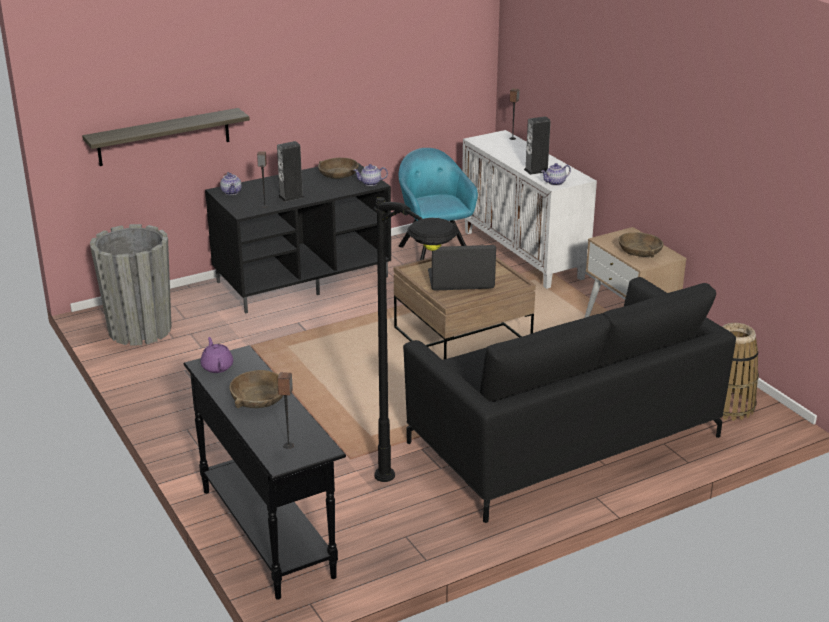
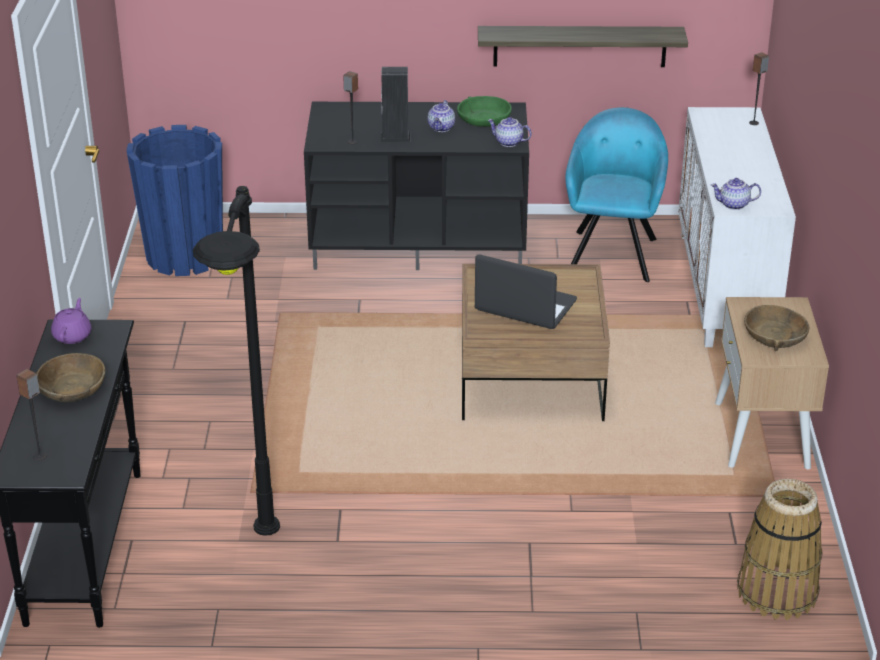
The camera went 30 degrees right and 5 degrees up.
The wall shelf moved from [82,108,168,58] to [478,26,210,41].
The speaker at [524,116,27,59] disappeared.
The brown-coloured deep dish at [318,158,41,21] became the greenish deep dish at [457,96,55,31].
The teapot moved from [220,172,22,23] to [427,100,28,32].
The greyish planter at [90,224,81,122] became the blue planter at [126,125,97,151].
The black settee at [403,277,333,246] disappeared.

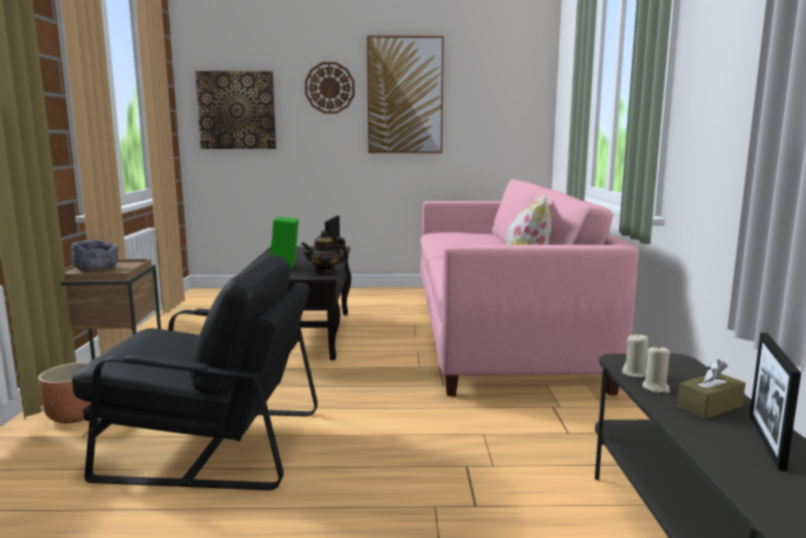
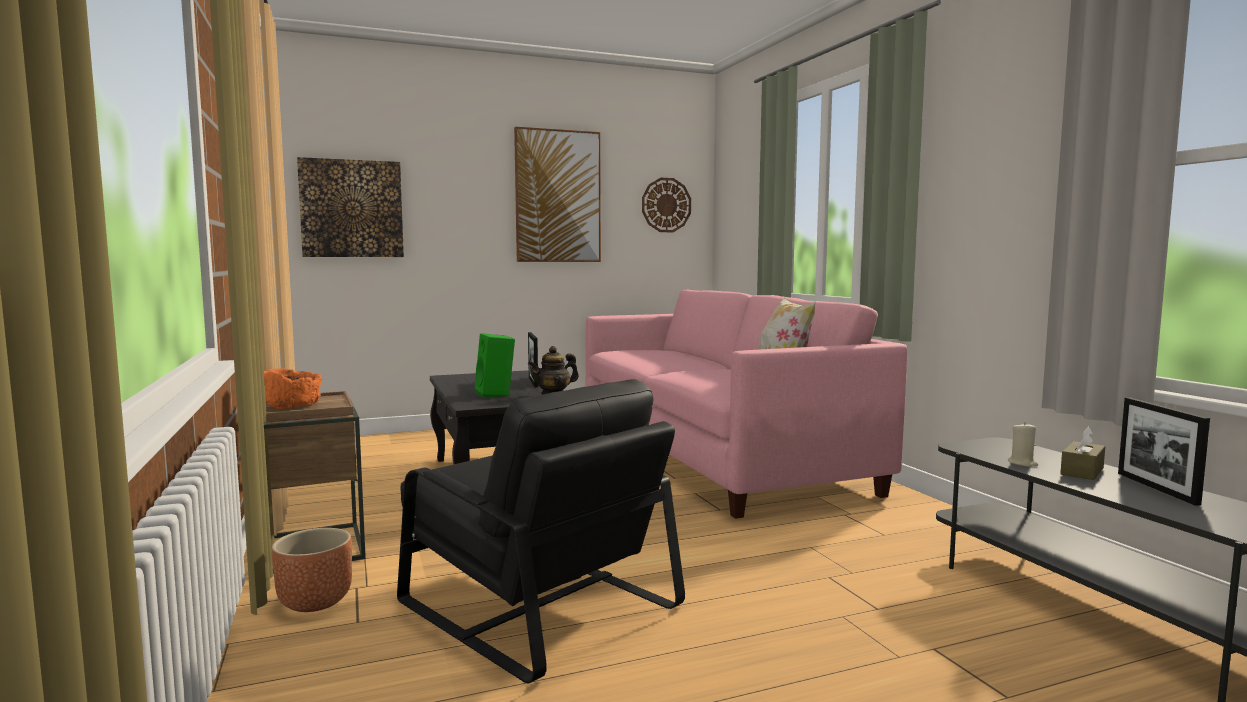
The camera went 20 degrees left and 5 degrees down.
The clock on the wall moved from [305,62,50,52] to [642,178,49,54].
The greyish deep dish at [70,240,48,31] became the orangey deep dish at [264,368,58,41].
The black armchair at [72,254,246,236] turned 60 degrees clockwise.
The beige-coloured wax light at [622,333,26,45] disappeared.

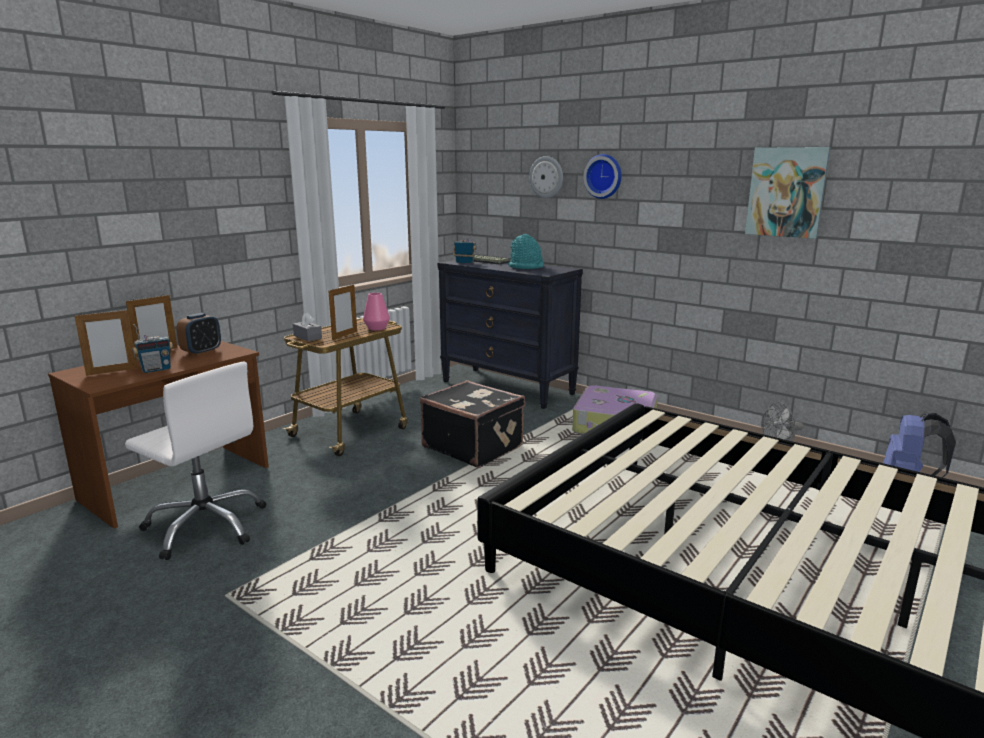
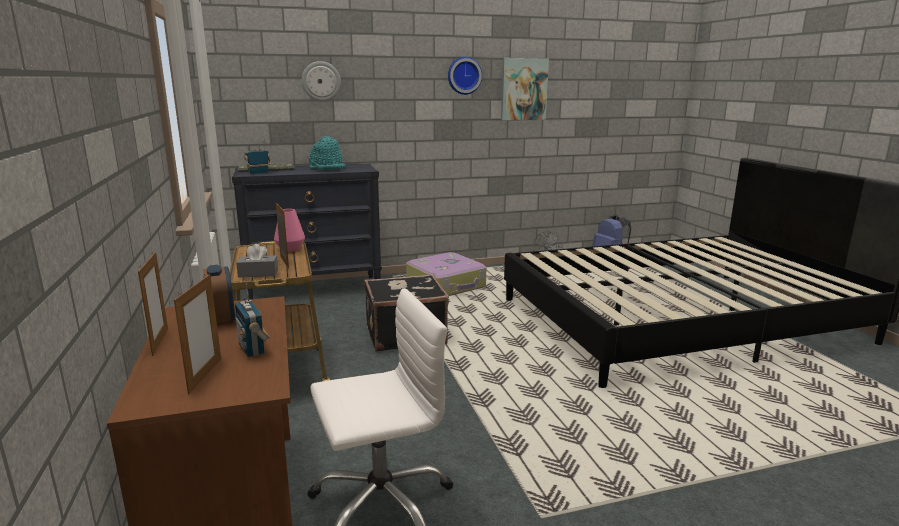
The camera went 55 degrees left and 0 degrees up.
The clock on the wall moved from [583,154,39,45] to [448,57,34,38].
The radio set at [132,324,41,49] turned 150 degrees clockwise.

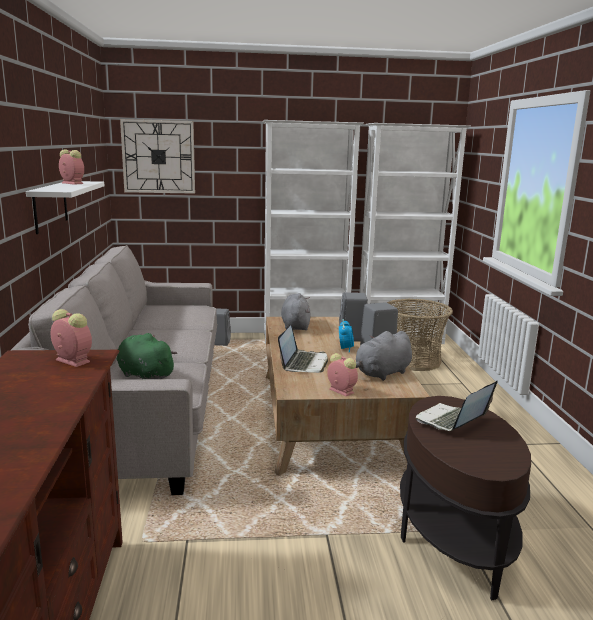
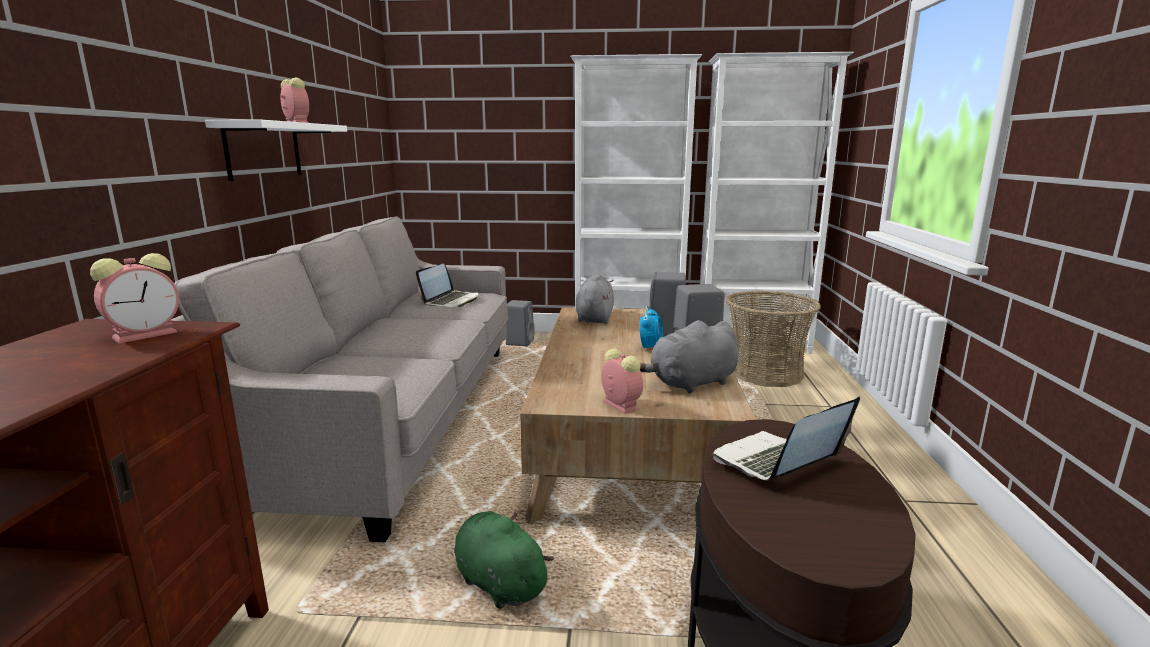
The camera went 10 degrees right and 0 degrees up.
The clock on the wall at [120,119,75,75] disappeared.
The alarm clock at [51,309,41,58] turned 90 degrees clockwise.
The laptop moved from [278,325,50,48] to [416,264,63,43].
The greenish plush toy moved from [117,333,60,46] to [454,511,100,98].

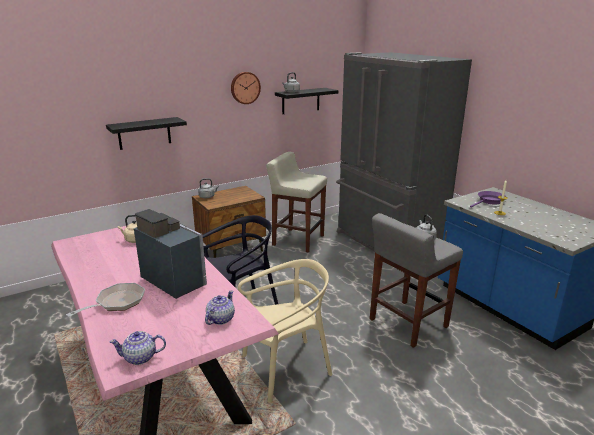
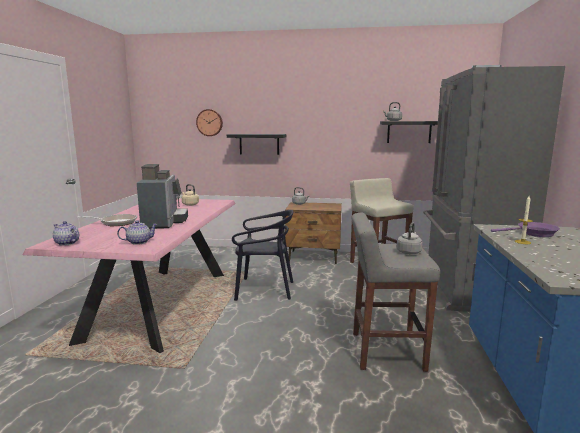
The camera went 40 degrees right and 10 degrees down.
The clock on the wall moved from [231,72,30,32] to [196,109,27,27].
The beige-coloured chair at [238,259,94,144] disappeared.

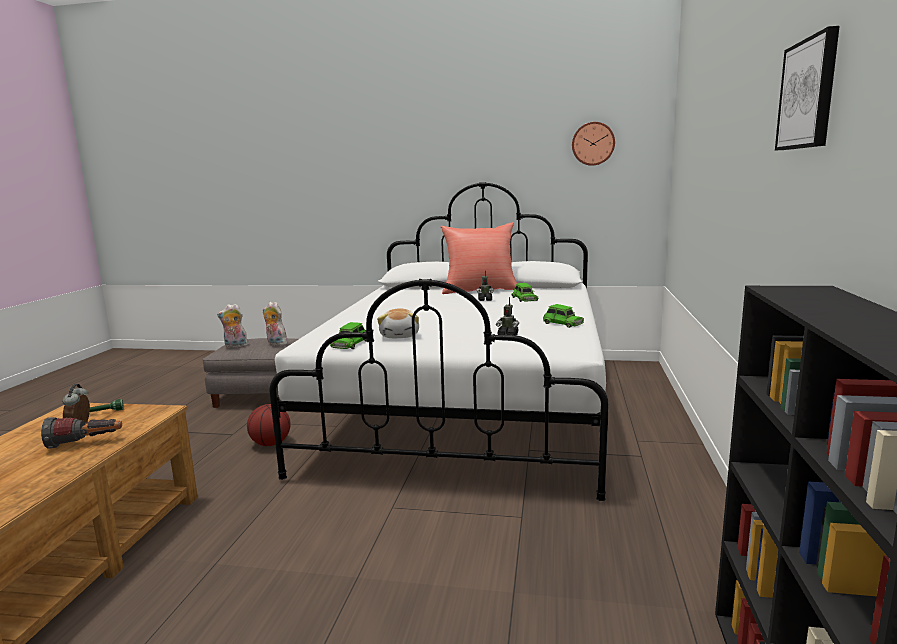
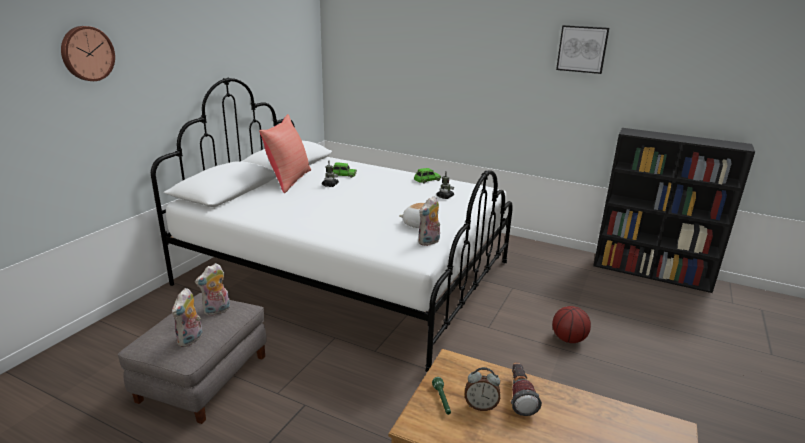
The camera went 75 degrees left and 10 degrees up.
The clock on the wall moved from [572,122,43,44] to [61,26,54,55].
The greenish toy car at [330,322,37,27] was replaced by the plush toy at [418,196,22,50].
The basketball moved from [247,404,44,42] to [552,306,39,37].

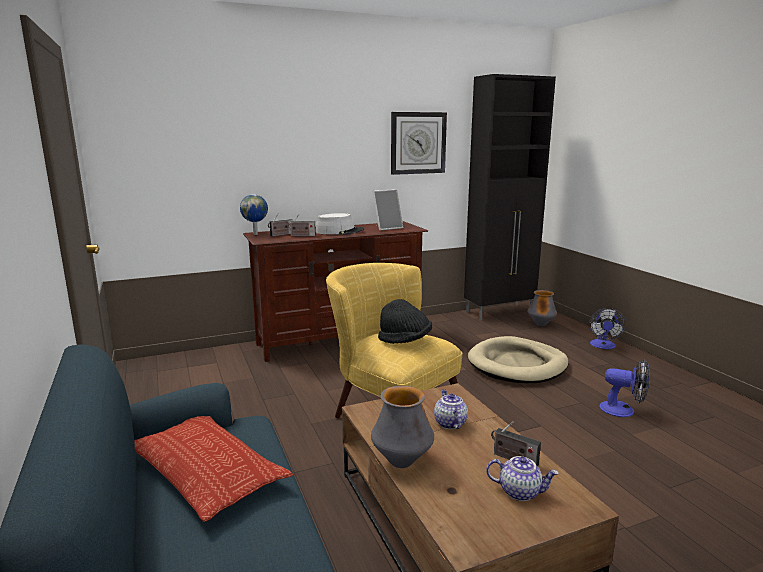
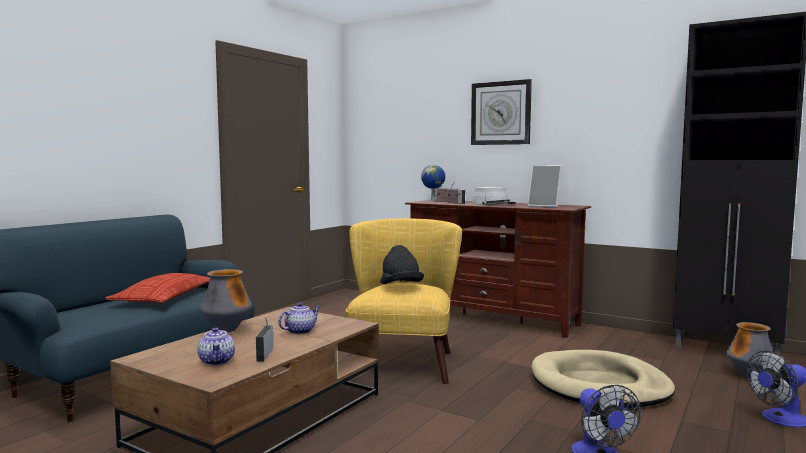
The camera went 55 degrees right and 10 degrees down.
The clock on the wall moved from [391,112,56,63] to [471,79,61,66].

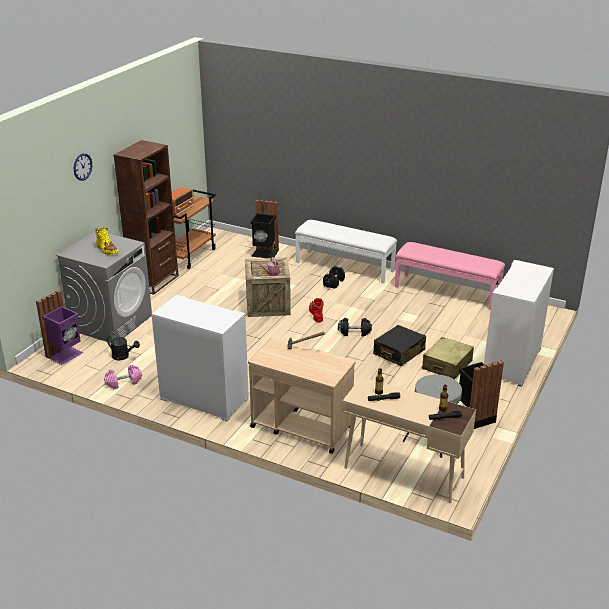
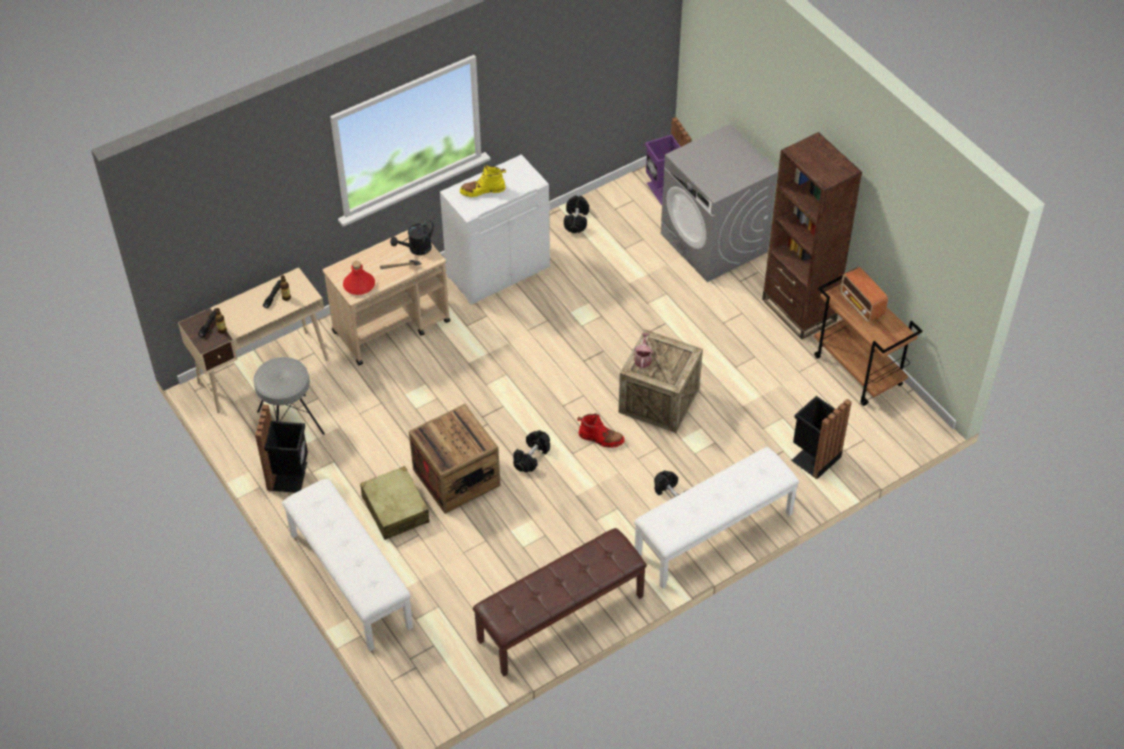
The camera went 120 degrees right and 20 degrees up.
The clock on the wall at [74,153,18,28] disappeared.
The yellow-coloured tall boot moved from [95,228,24,27] to [460,165,46,32].
The pink long seat at [395,242,110,68] became the brown-coloured long seat at [473,528,174,148].
The white-coloured storage cabinet at [484,260,70,127] was replaced by the white-coloured long seat at [282,479,131,172].
The black piece of luggage at [373,325,53,41] was replaced by the shipping crate at [409,404,91,110].
The black watering pot moved from [107,335,33,25] to [390,220,44,35].
The pink hand weight at [104,365,38,24] became the black hand weight at [564,195,25,38].
The red drink bottle at [343,261,32,34] appeared.

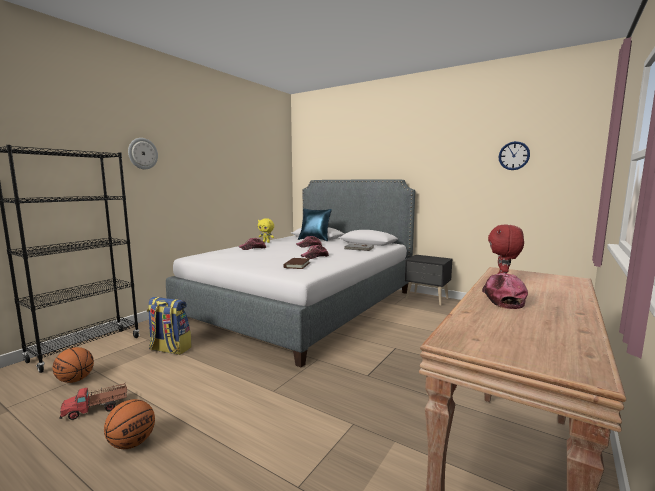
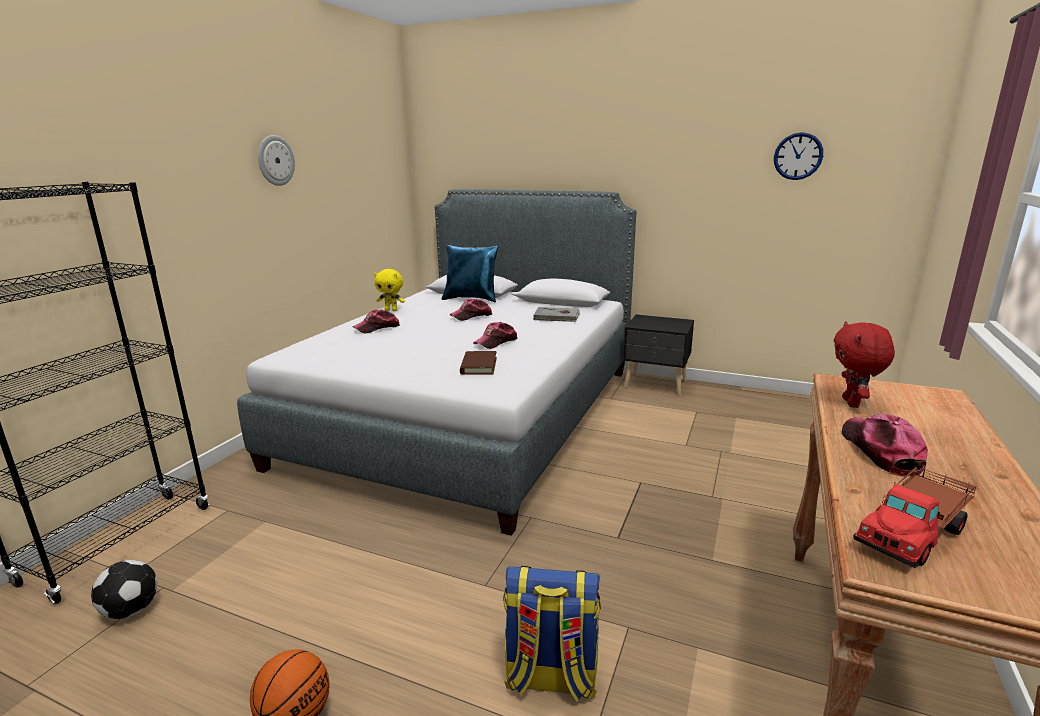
The camera went 10 degrees left and 10 degrees up.
The clock on the wall moved from [128,138,30,31] to [258,135,37,51].
The rucksack moved from [147,297,45,58] to [503,566,98,136].
The basketball at [52,347,42,36] was replaced by the ball for football at [91,560,66,59].
The toy truck moved from [60,383,67,37] to [853,464,124,104].

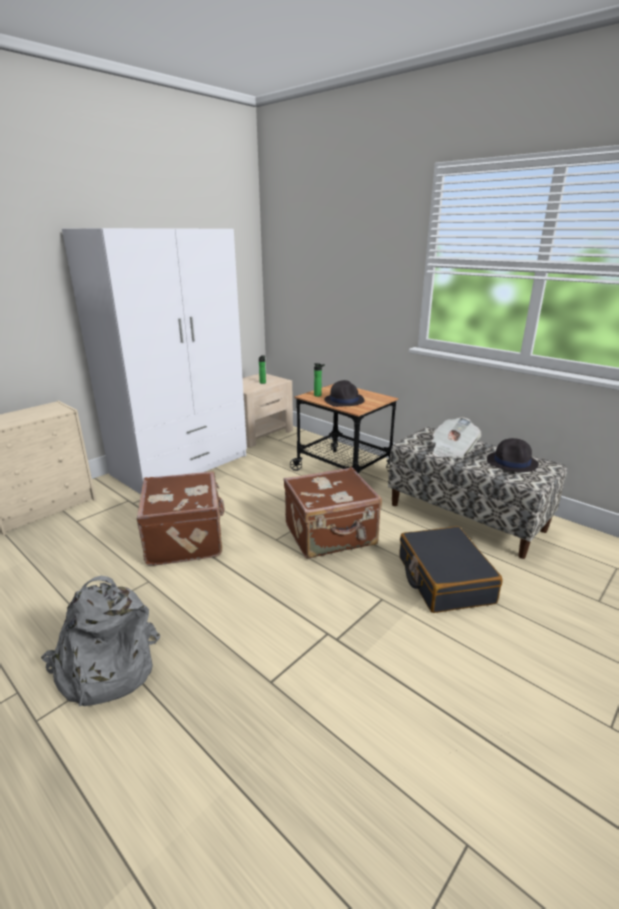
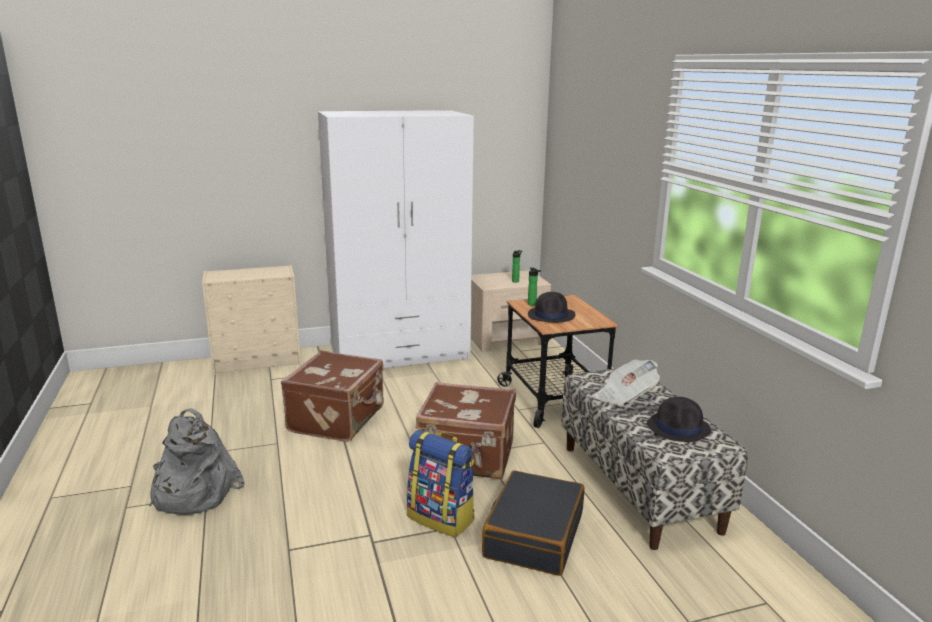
The camera went 30 degrees right and 5 degrees down.
The rucksack at [407,430,67,107] appeared.

